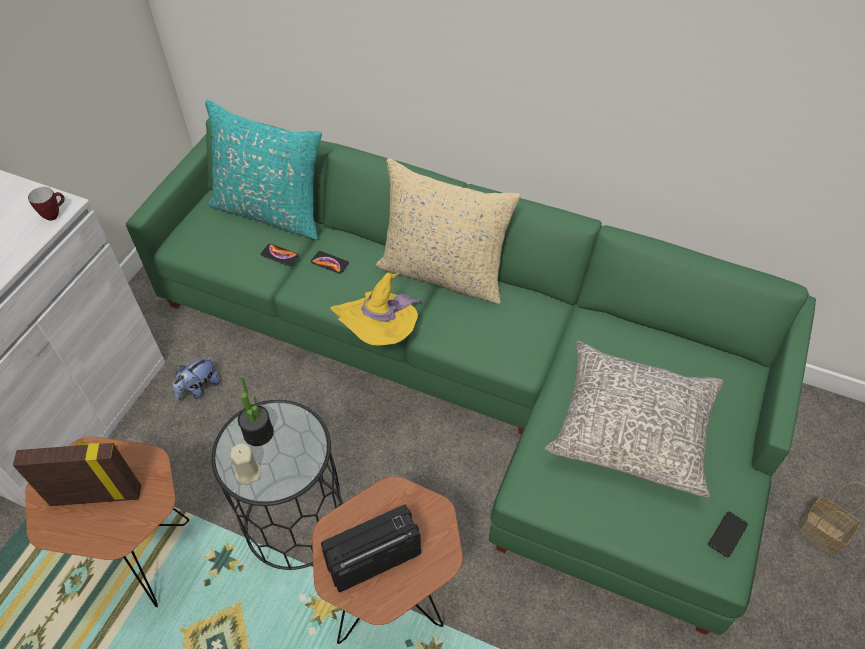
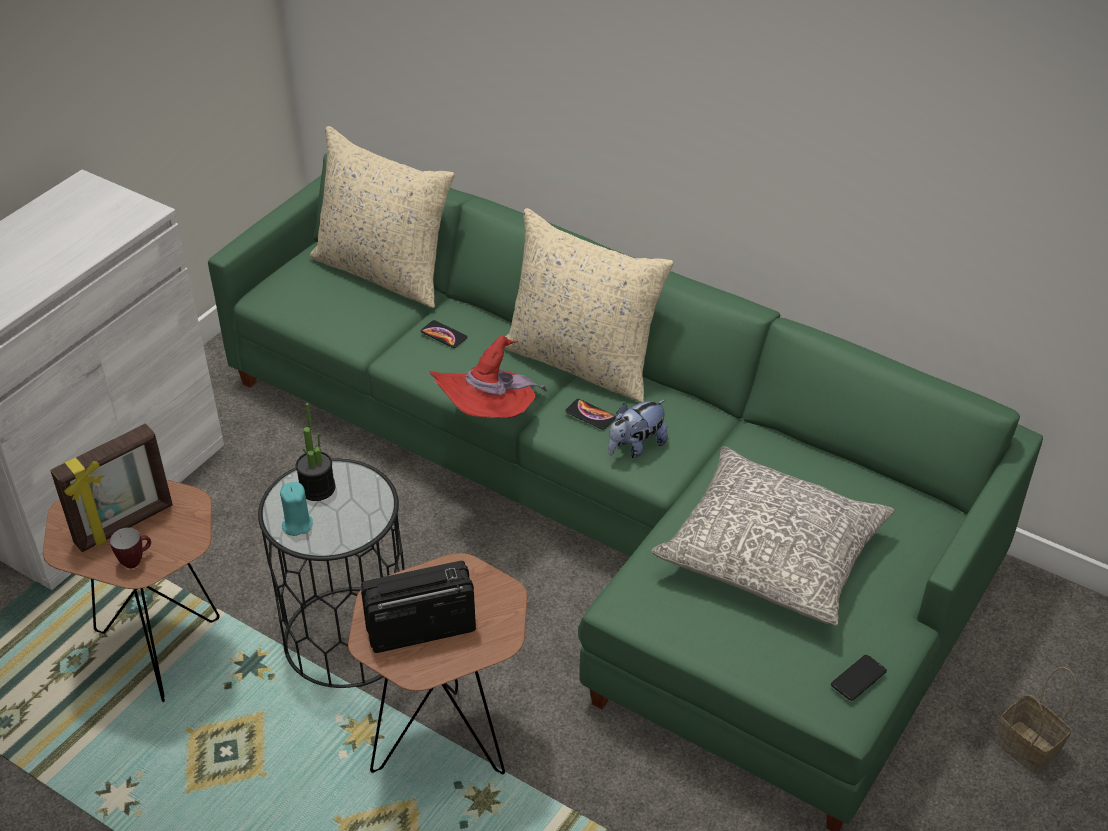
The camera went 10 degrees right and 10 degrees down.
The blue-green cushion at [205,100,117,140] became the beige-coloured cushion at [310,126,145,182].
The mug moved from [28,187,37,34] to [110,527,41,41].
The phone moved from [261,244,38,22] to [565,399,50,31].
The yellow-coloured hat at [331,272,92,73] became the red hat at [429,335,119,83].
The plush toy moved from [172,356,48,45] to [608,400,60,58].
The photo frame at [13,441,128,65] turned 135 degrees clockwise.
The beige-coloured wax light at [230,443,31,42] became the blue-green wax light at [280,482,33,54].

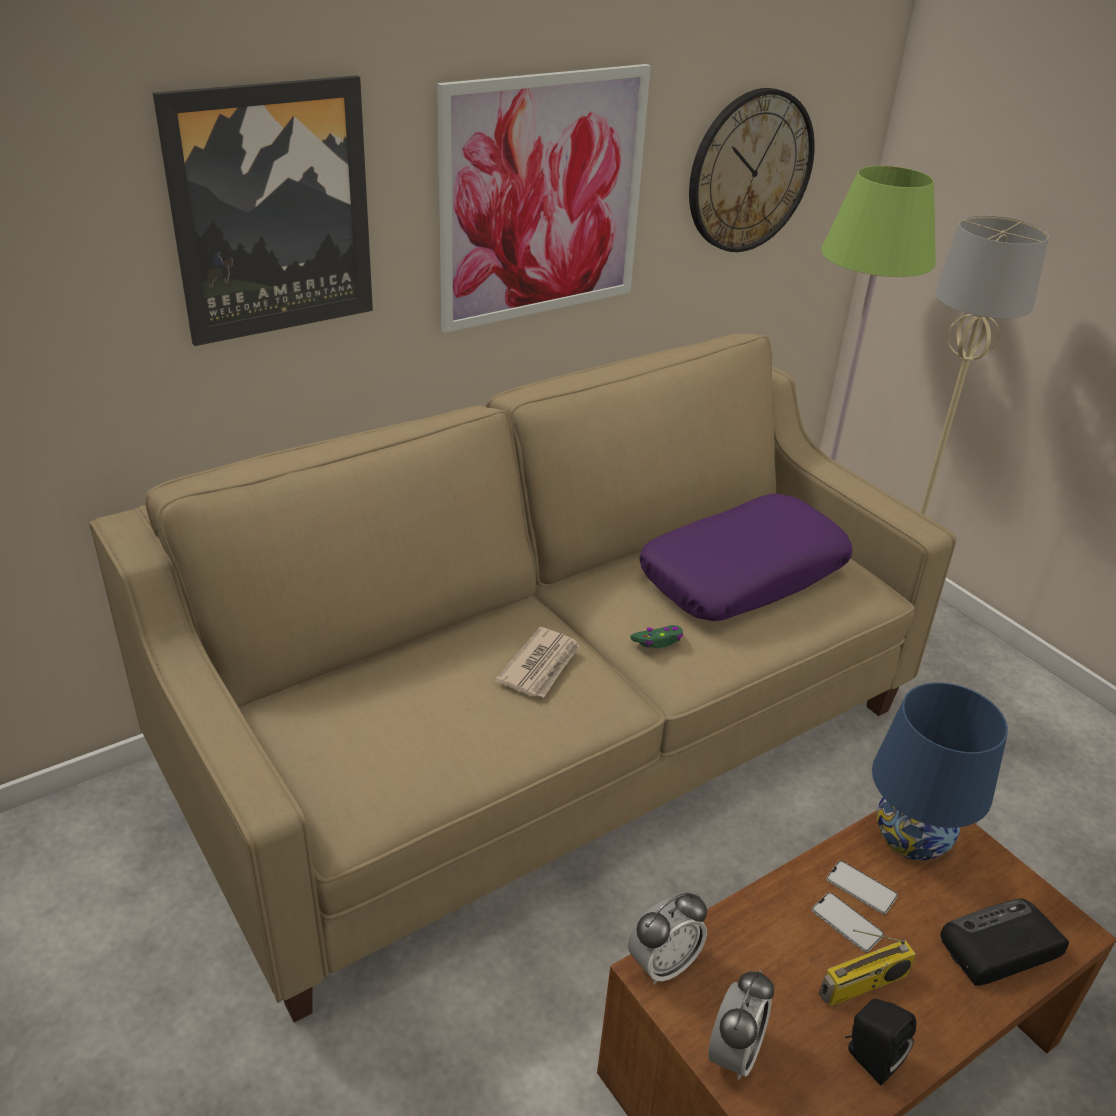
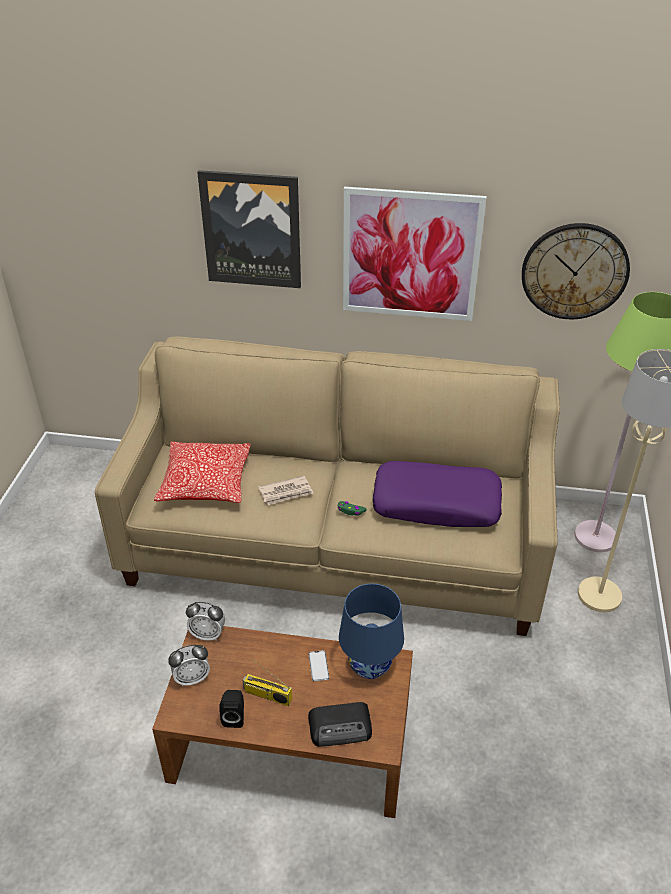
The camera went 45 degrees right and 5 degrees up.
The phone at [812,892,72,60] disappeared.
The radio set at [940,899,129,87] turned 150 degrees clockwise.
The cushion at [154,442,97,61] appeared.

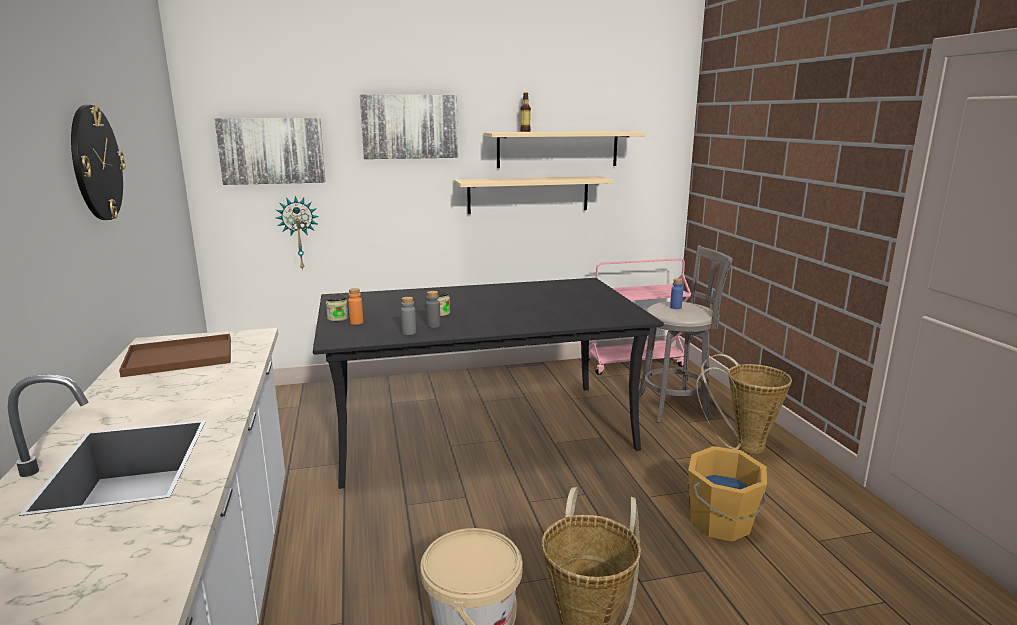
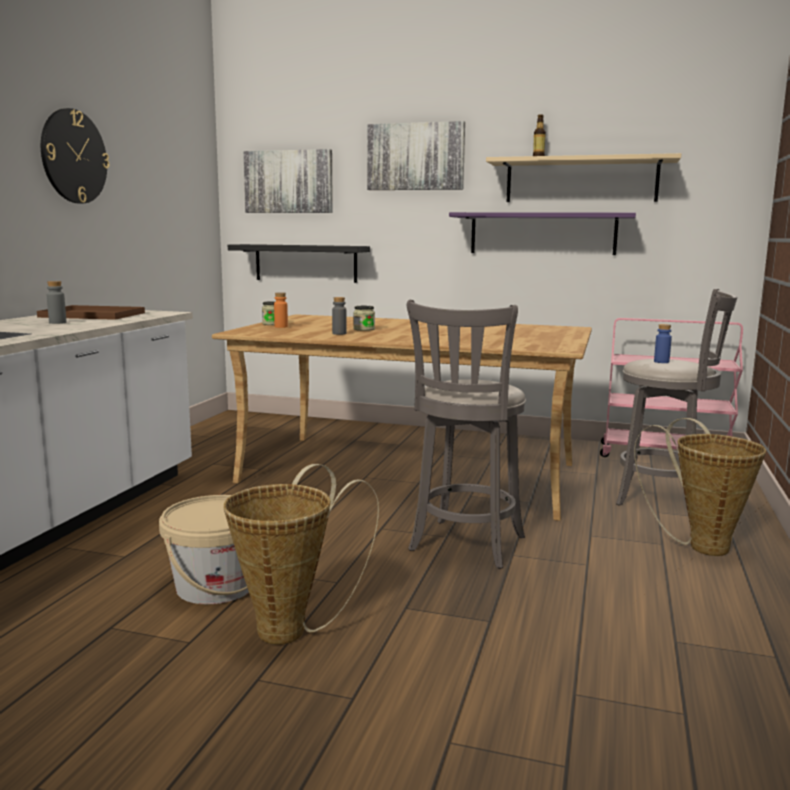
The camera went 30 degrees right and 5 degrees down.
The beige-coloured wall shelf at [454,176,160,38] became the purple-coloured wall shelf at [449,212,187,43].
The clock on the wall at [276,196,43,75] was replaced by the black wall shelf at [228,244,142,39].
The black dinner table at [313,278,351,211] became the beige-coloured dinner table at [212,314,380,207].
The greyish drink bottle moved from [401,297,15,38] to [47,281,19,43].
The orangey pail at [688,446,79,95] disappeared.
The greyish stool at [407,300,119,269] appeared.

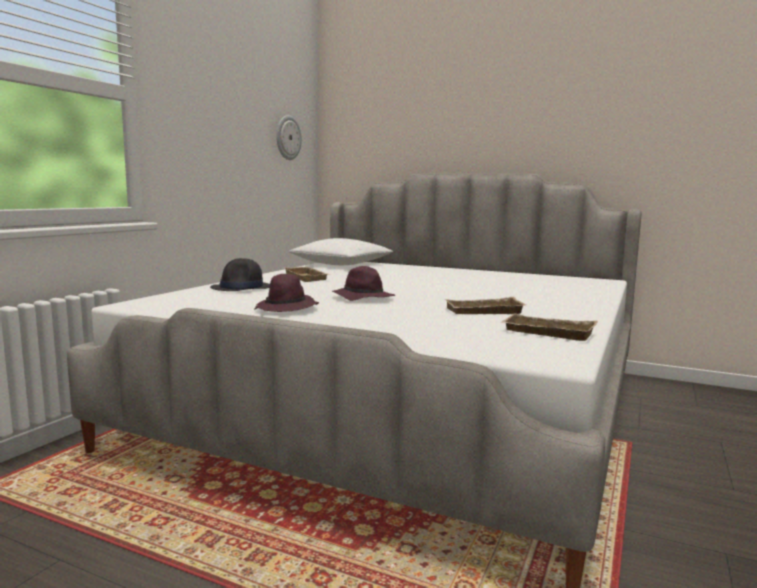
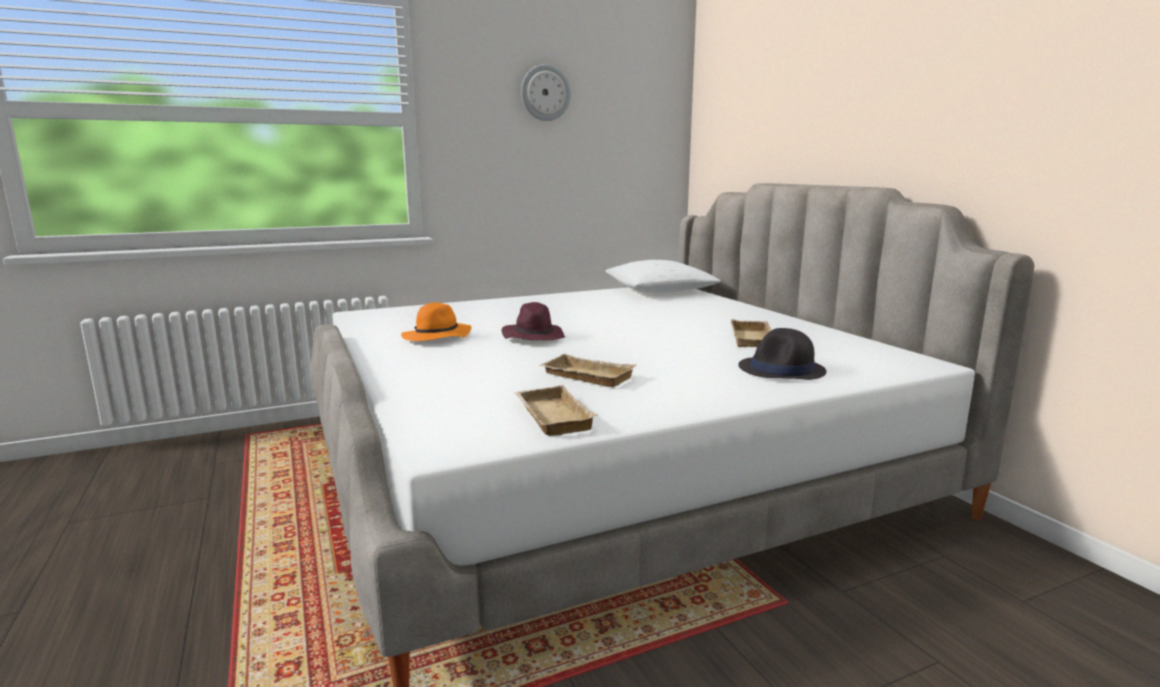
The camera went 40 degrees right and 5 degrees up.
The clock on the wall moved from [276,115,26,45] to [521,64,50,57].
The black hat moved from [210,258,60,33] to [738,328,89,52].
The beige-coloured serving tray moved from [284,267,46,15] to [731,319,40,28].
The purple-coloured hat at [254,274,65,38] became the orangey hat at [401,302,71,39].

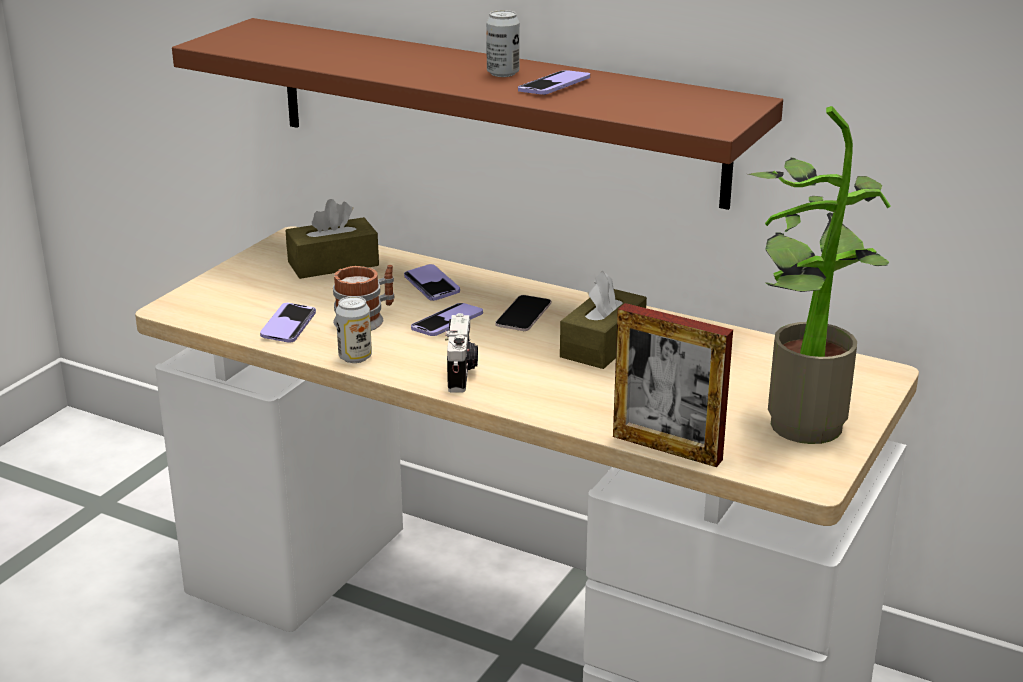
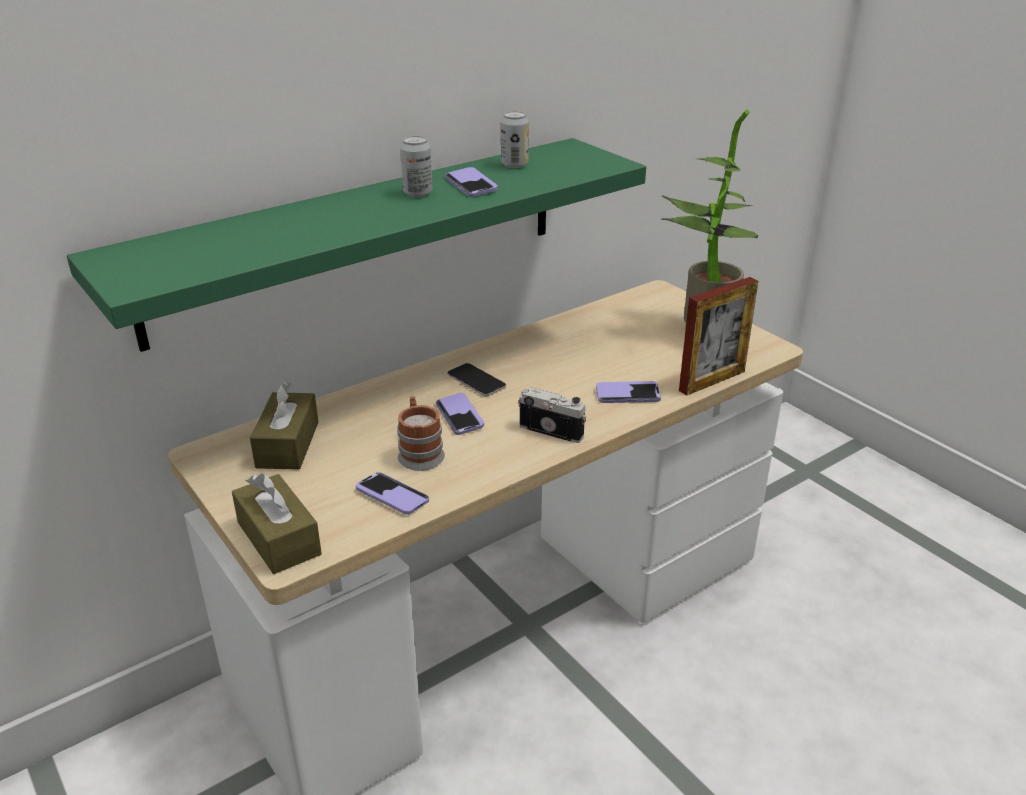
The camera went 65 degrees left and 5 degrees up.
The brown-coloured wall shelf at [172,18,611,192] became the greenish wall shelf at [67,138,579,214].
The phone moved from [404,264,56,37] to [596,381,65,22].
The brown-coloured tissue holder moved from [560,271,87,98] to [232,473,90,101].
The metal can moved from [336,296,36,67] to [501,111,28,57].

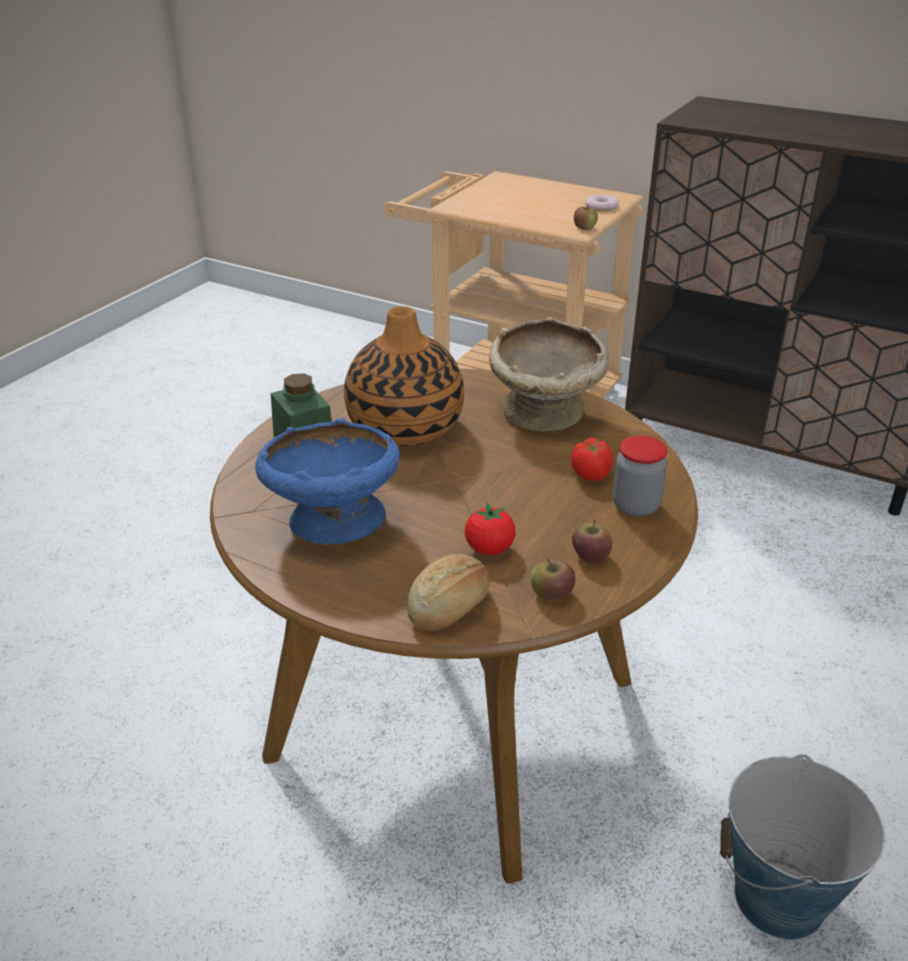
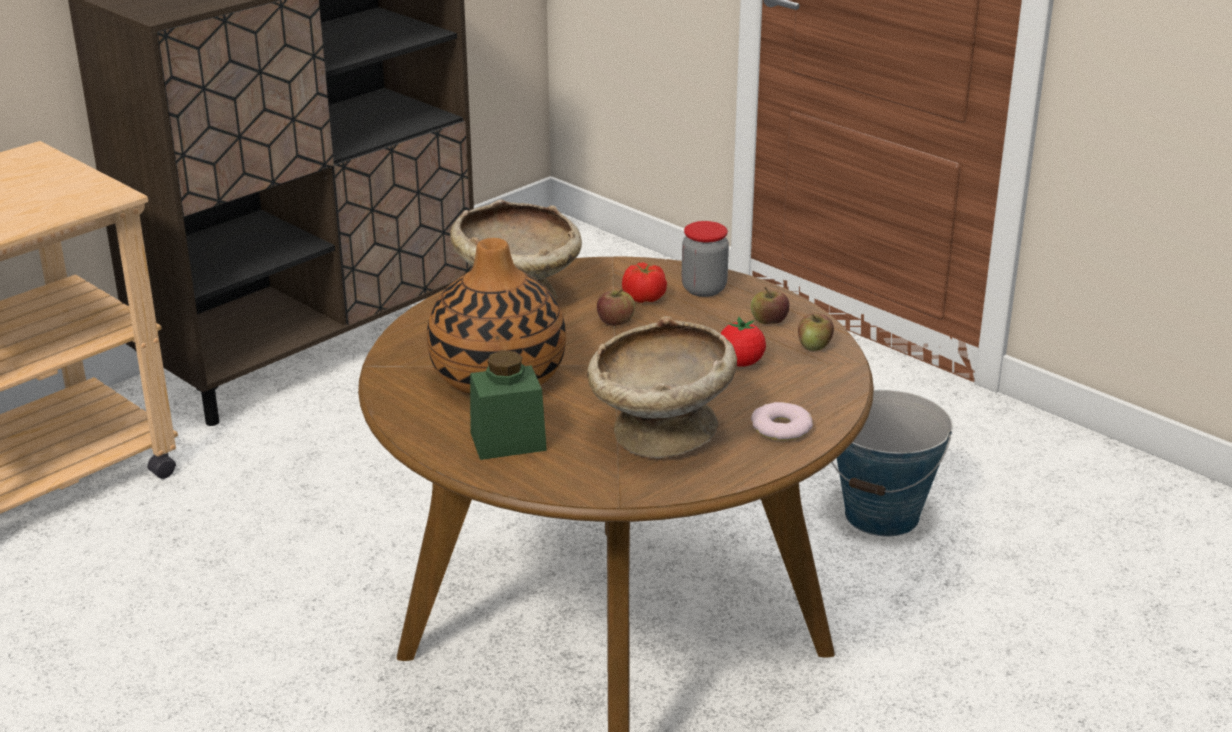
The camera went 75 degrees left and 5 degrees down.
The donut moved from [585,194,34,17] to [751,402,62,39].
The apple fruit moved from [574,206,24,24] to [597,289,38,37].
The blue deep dish at [255,418,145,127] became the beige-coloured deep dish at [587,316,150,143].
The bread at [407,554,83,77] disappeared.

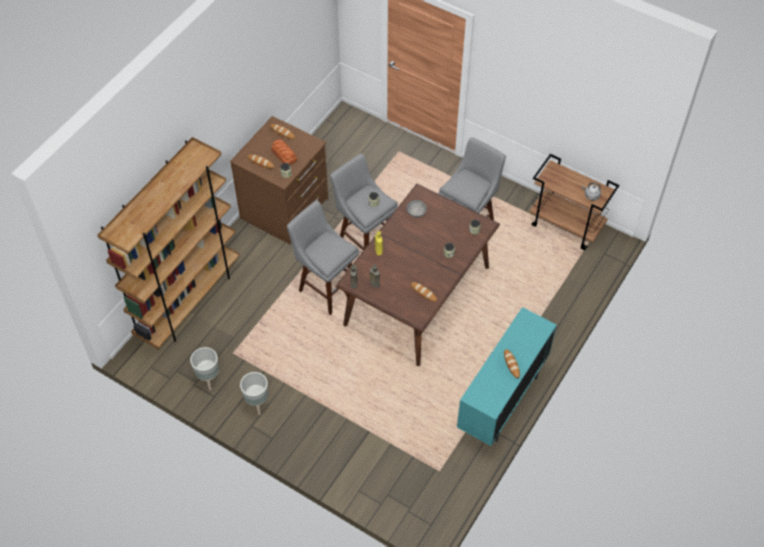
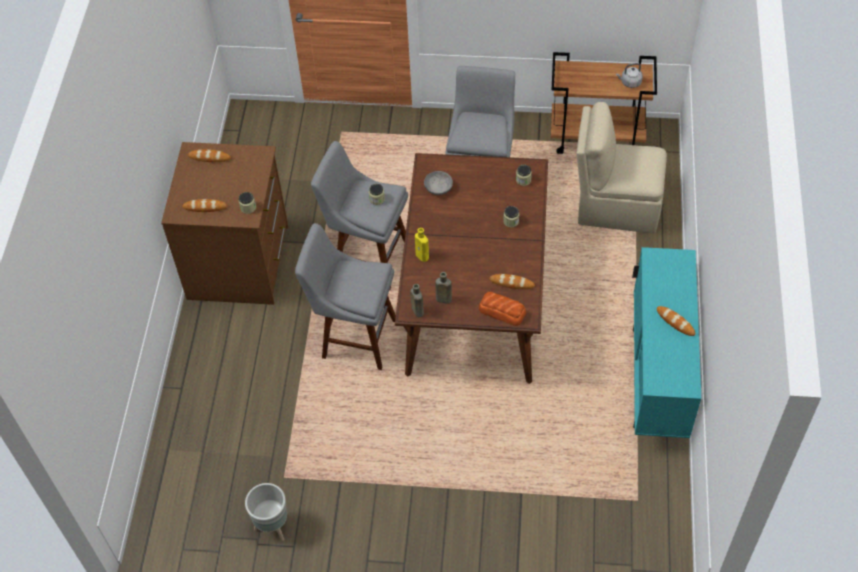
The camera went 25 degrees left and 0 degrees up.
The brown-coloured shelving unit at [97,137,143,212] disappeared.
The bread moved from [271,139,26,26] to [479,292,47,34].
The greyish planter at [240,372,28,43] disappeared.
The beige-coloured chair at [576,102,91,132] appeared.

